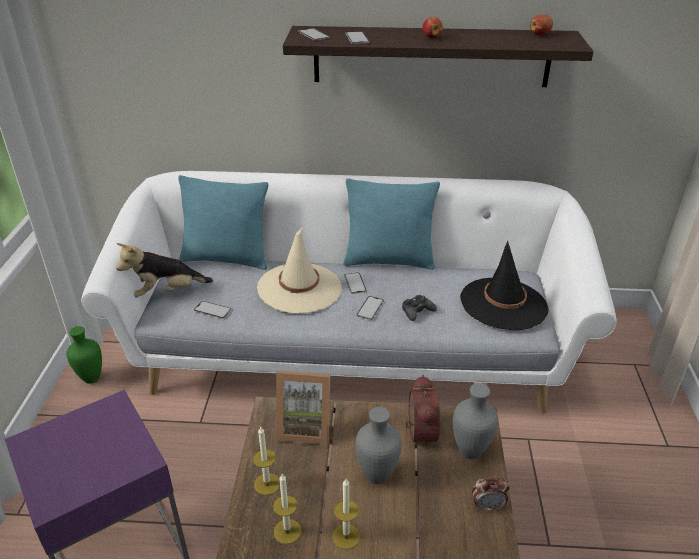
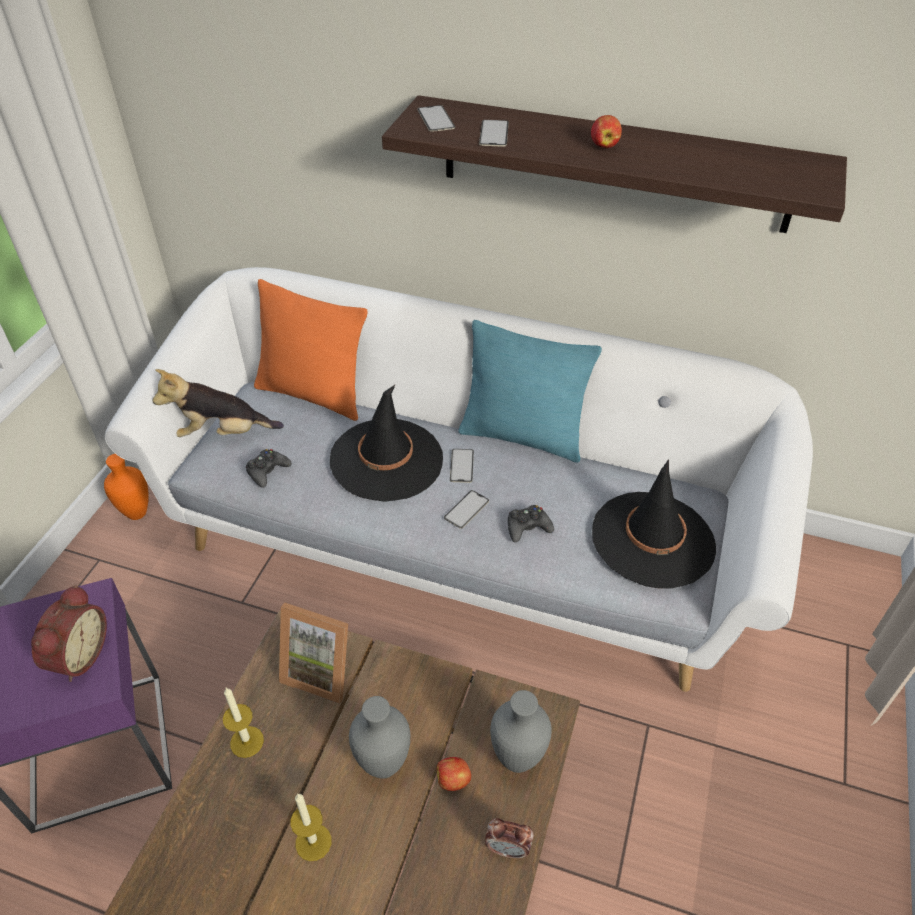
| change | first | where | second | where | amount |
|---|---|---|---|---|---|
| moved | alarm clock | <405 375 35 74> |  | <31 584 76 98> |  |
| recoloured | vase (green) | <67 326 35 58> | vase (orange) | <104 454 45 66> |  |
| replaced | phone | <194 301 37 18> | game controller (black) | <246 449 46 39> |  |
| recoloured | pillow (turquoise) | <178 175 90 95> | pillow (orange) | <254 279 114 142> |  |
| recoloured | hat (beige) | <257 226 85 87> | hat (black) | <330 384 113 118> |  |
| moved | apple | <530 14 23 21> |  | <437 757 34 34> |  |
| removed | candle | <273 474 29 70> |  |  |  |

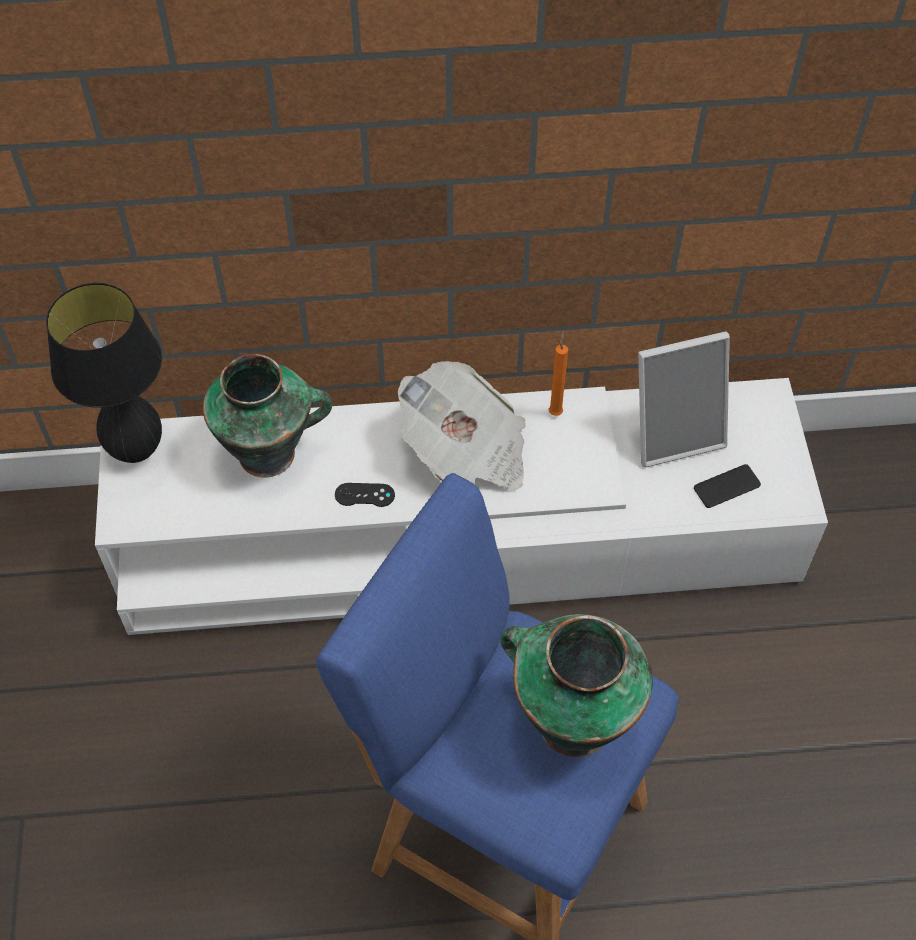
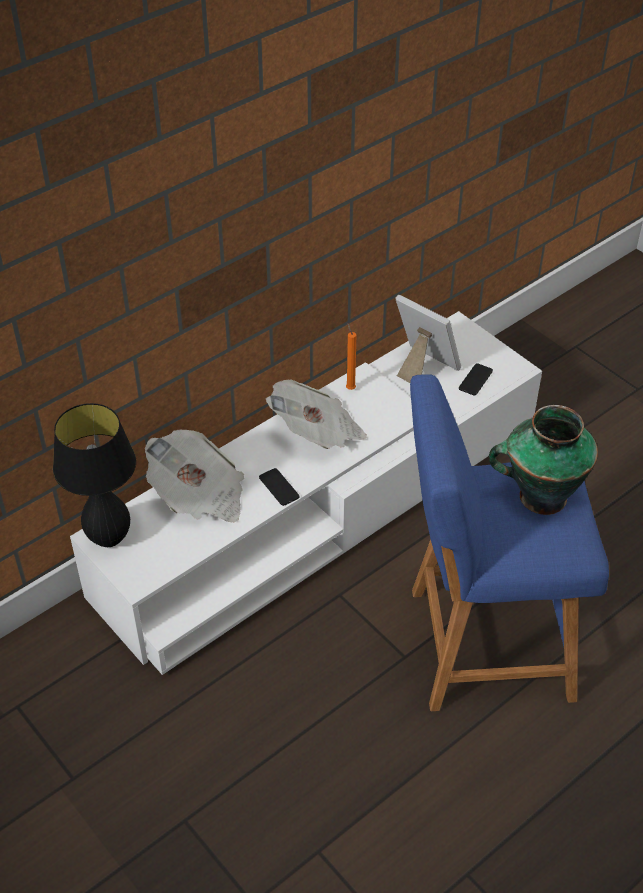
| change | first | where | second | where | amount |
|---|---|---|---|---|---|
| replaced | vase | <203 354 129 124> | newspaper | <145 430 99 93> |  |
| replaced | game controller (black) | <335 483 60 24> | phone | <259 468 41 38> |  |
| turned | picture frame | <638 331 92 137> |  | <395 295 66 88> | 90 degrees counterclockwise |

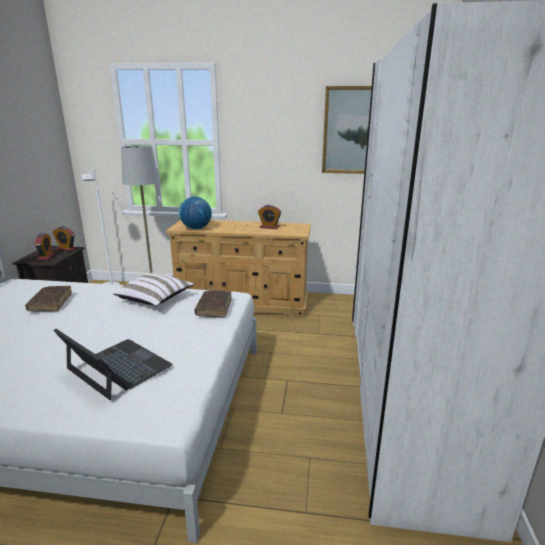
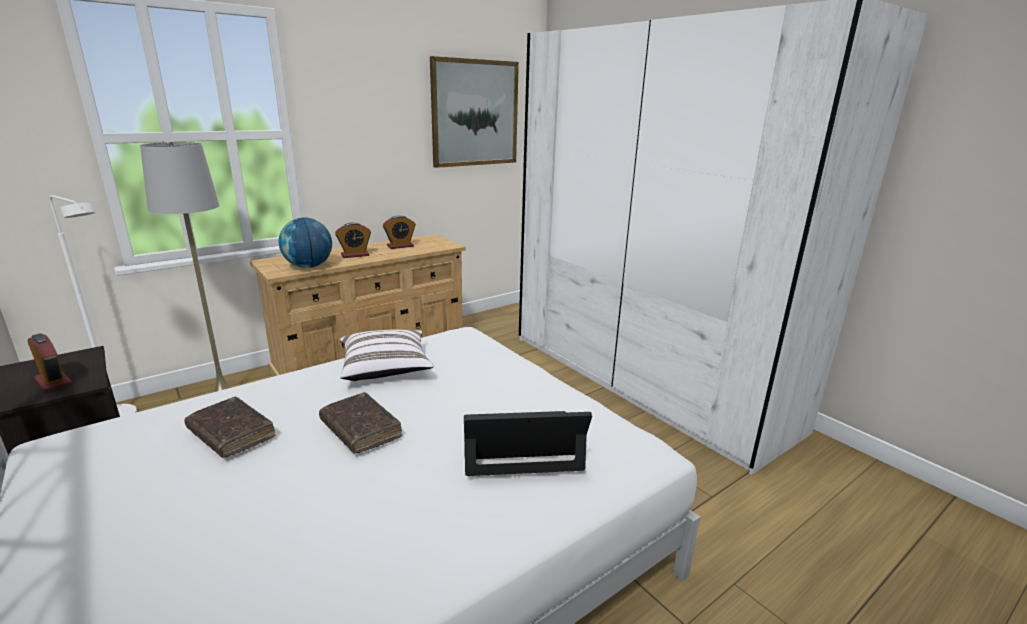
| change | first | where | second | where | amount |
|---|---|---|---|---|---|
| moved | book (brown) | <194 290 38 28> |  | <319 392 83 62> |  |
| moved | alarm clock | <52 226 25 25> |  | <335 222 36 36> |  |

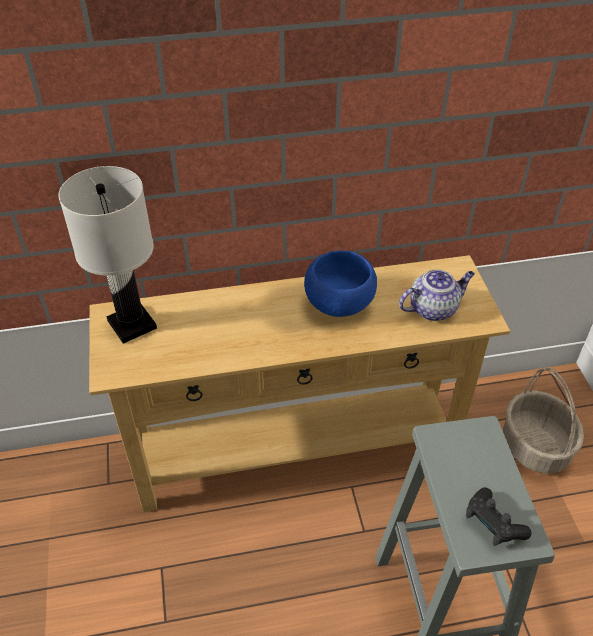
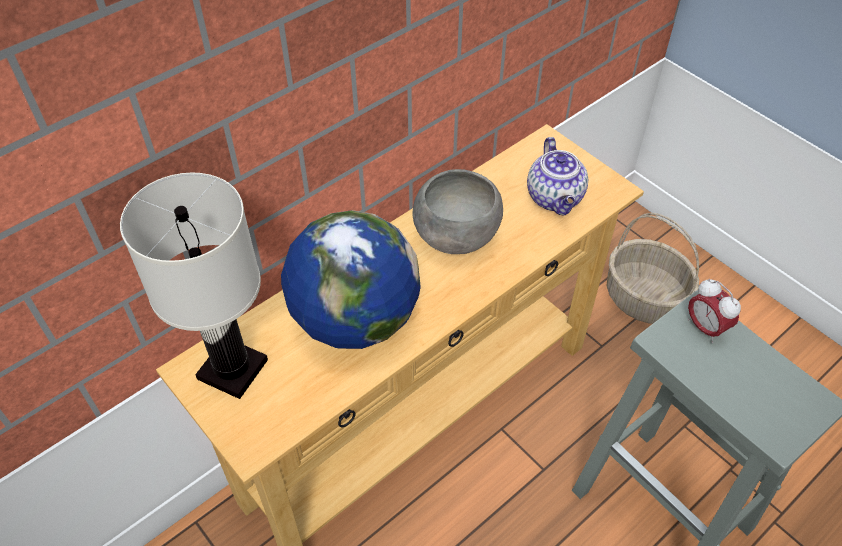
| change | first | where | second | where | amount |
|---|---|---|---|---|---|
| added |  |  | globe | <281 210 140 139> |  |
| recoloured | bowl (blue) | <304 250 73 67> | bowl (grey) | <412 169 91 85> |  |
| turned | teapot | <399 269 76 52> |  | <527 137 61 79> | 135 degrees clockwise |
| added |  |  | alarm clock | <688 279 53 64> |  |
| removed | game controller (black) | <466 487 66 59> |  |  |  |

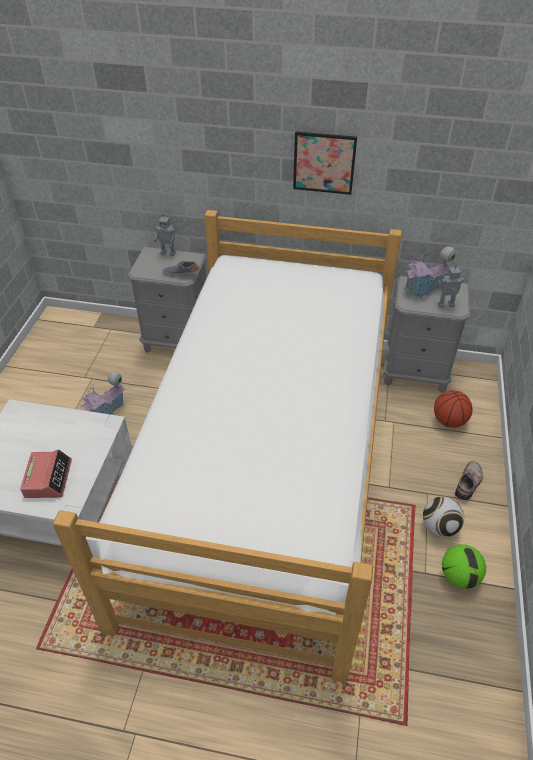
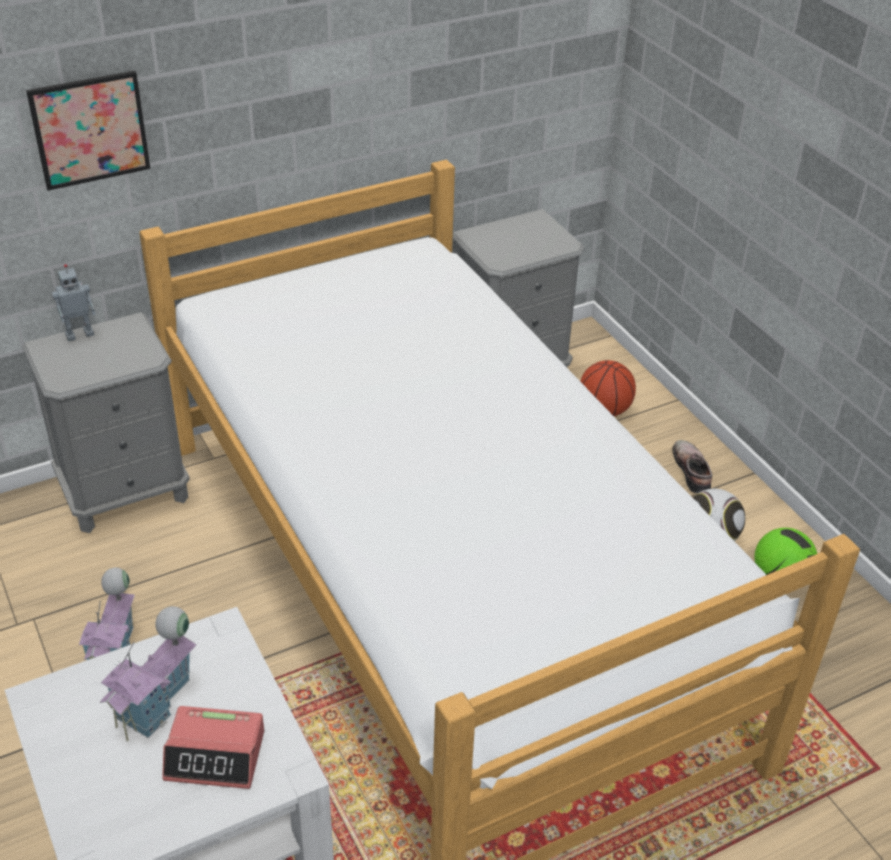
| change | first | where | second | where | amount |
|---|---|---|---|---|---|
| moved | picture | <293 131 64 64> |  | <26 70 124 121> |  |
| moved | toy house | <405 246 51 52> |  | <100 606 97 135> |  |
| turned | alarm clock | <20 449 52 49> |  | <162 706 102 83> | 135 degrees clockwise |
| removed | shoe | <163 261 37 15> |  |  |  |
| removed | toy robot | <437 264 27 44> |  |  |  |

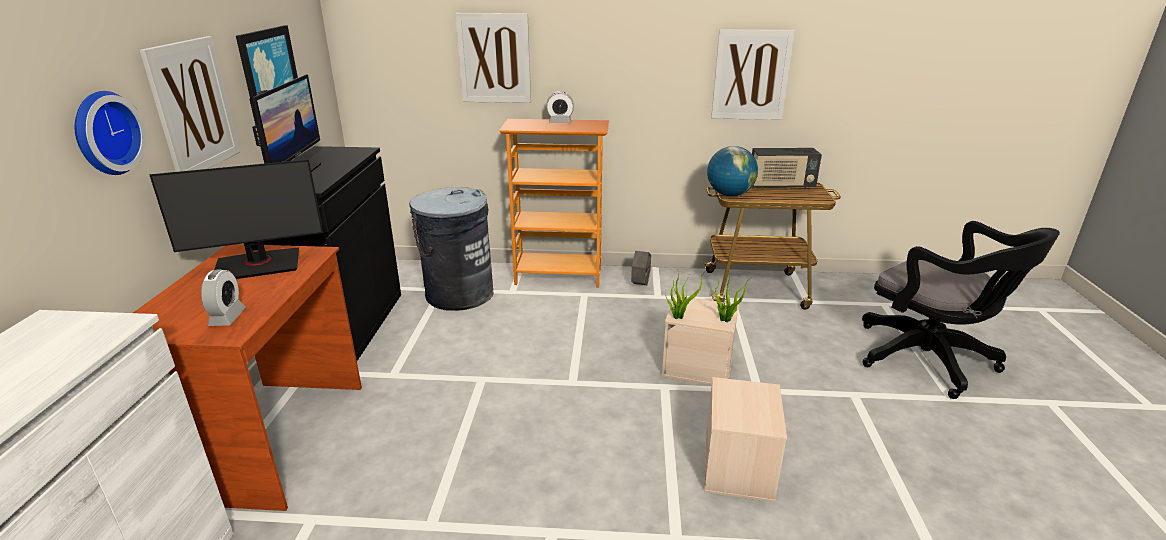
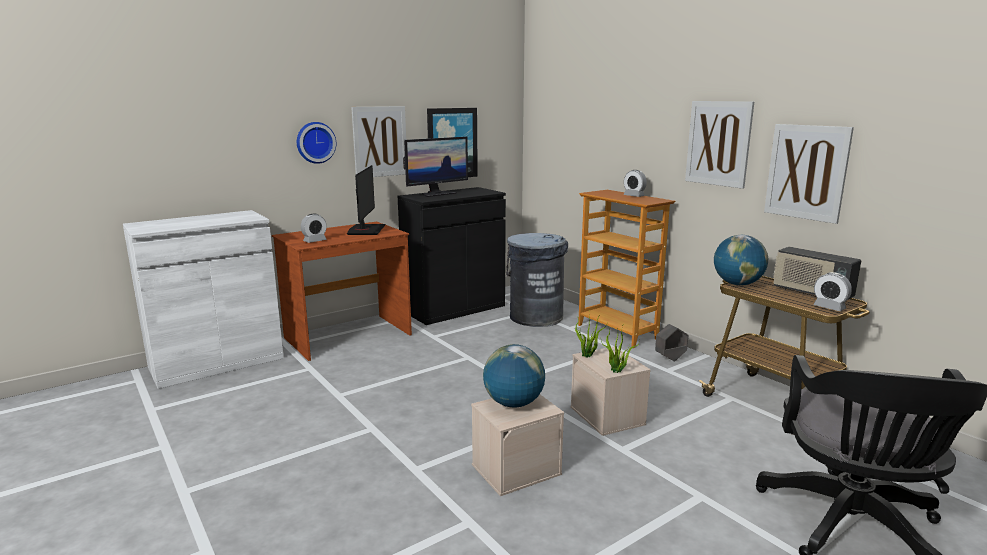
| change | first | where | second | where | amount |
|---|---|---|---|---|---|
| turned | monitor | <150 159 173 120> |  | <347 165 38 70> | 120 degrees counterclockwise |
| added |  |  | globe | <483 344 62 63> |  |
| moved | picture | <456 13 75 90> |  | <685 101 69 88> |  |
| added |  |  | alarm clock | <813 272 39 39> |  |

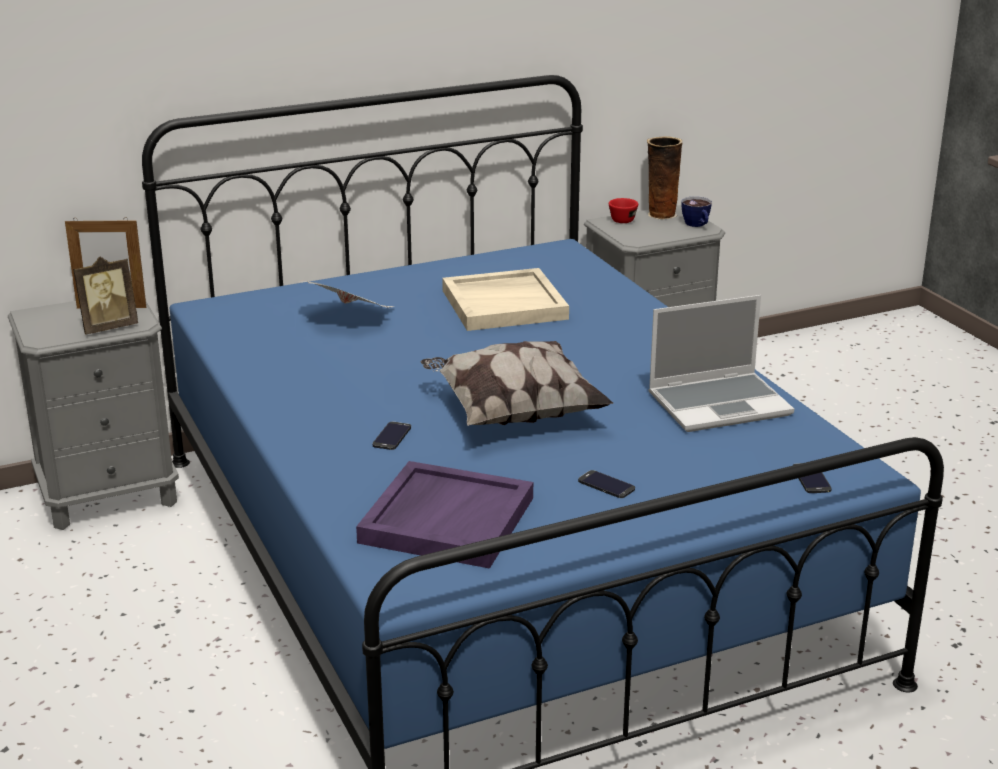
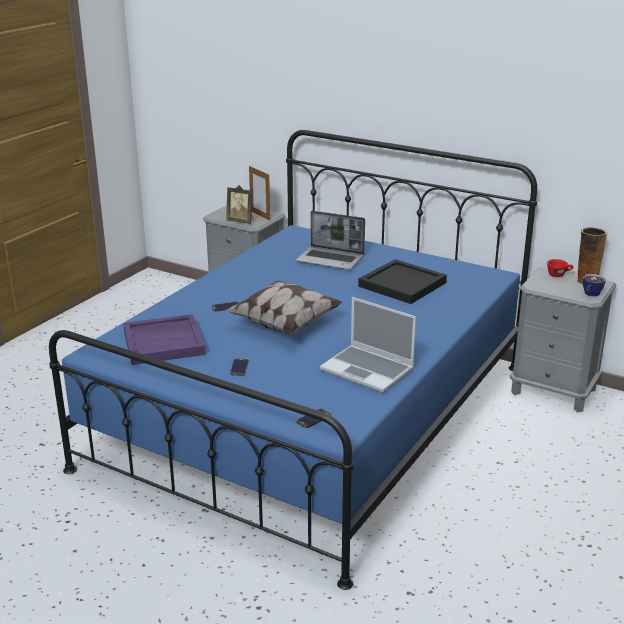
| change | first | where | second | where | amount |
|---|---|---|---|---|---|
| replaced | newspaper | <299 281 95 27> | laptop | <296 211 69 59> |  |
| recoloured | tray (beige) | <442 268 127 63> | tray (black) | <358 259 89 45> |  |

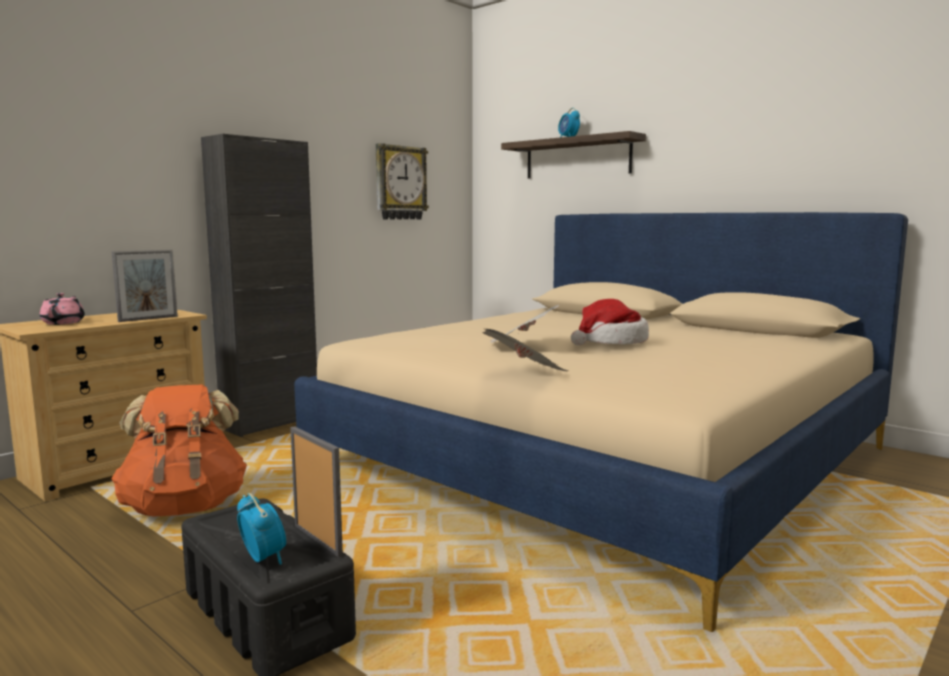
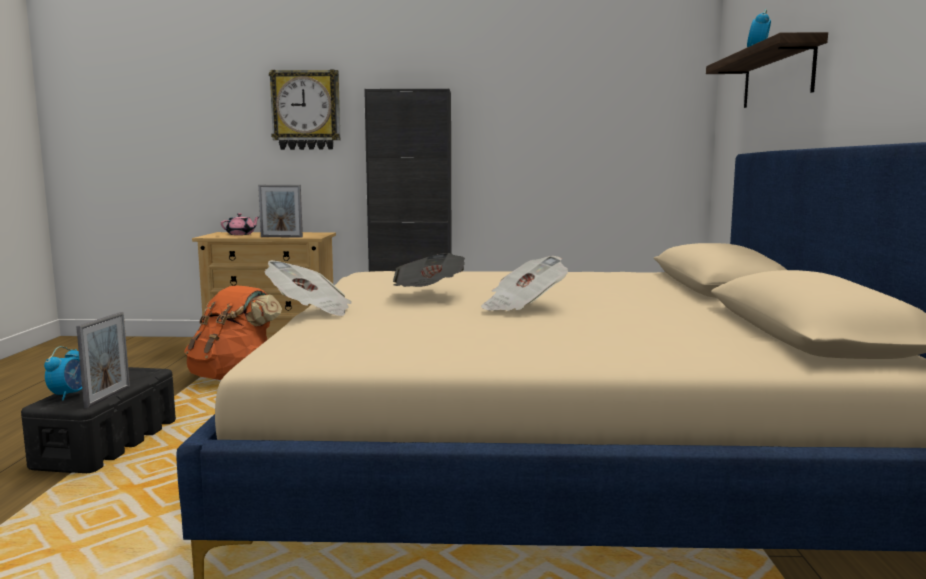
| change | first | where | second | where | amount |
|---|---|---|---|---|---|
| moved | wall clock | <376 143 53 76> |  | <269 69 72 81> |  |
| replaced | hat | <571 299 78 46> | newspaper | <481 256 87 55> |  |

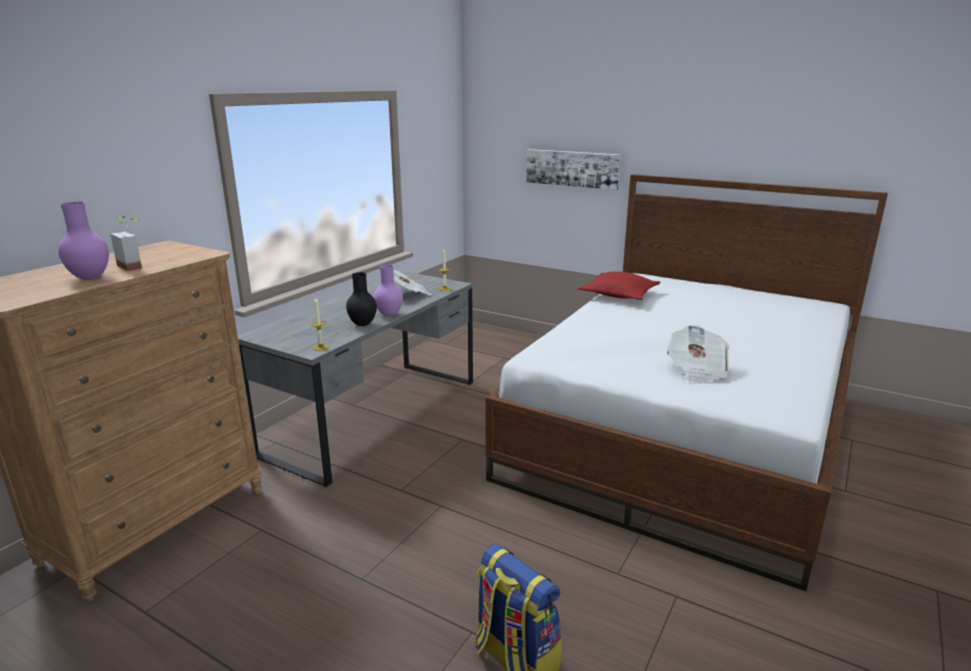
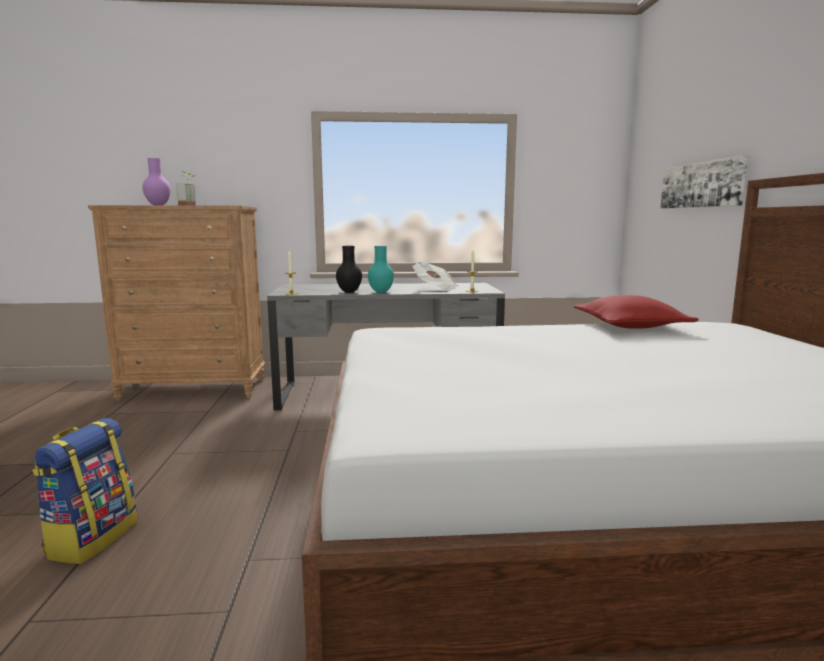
| change | first | where | second | where | amount |
|---|---|---|---|---|---|
| recoloured | vase (purple) | <374 265 29 51> | vase (turquoise) | <368 246 26 47> |  |
| removed | newspaper | <667 325 62 59> |  |  |  |

